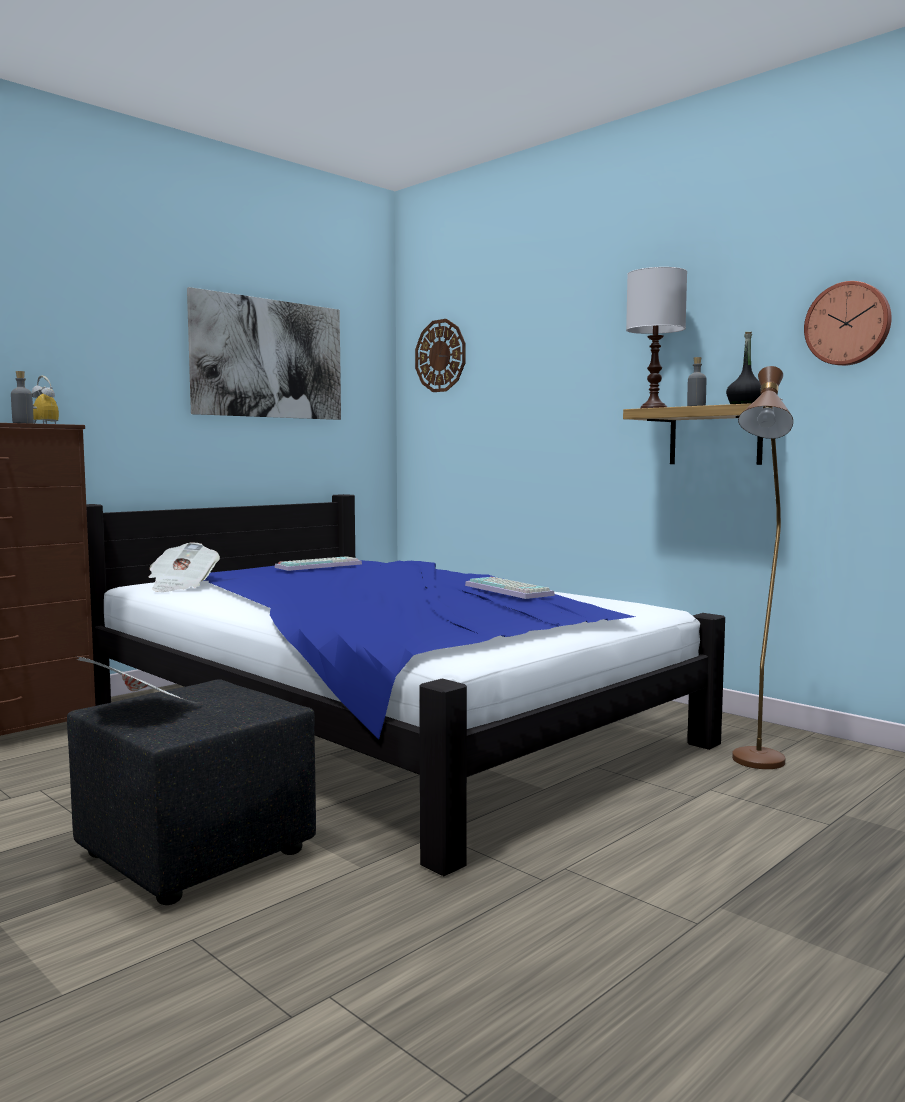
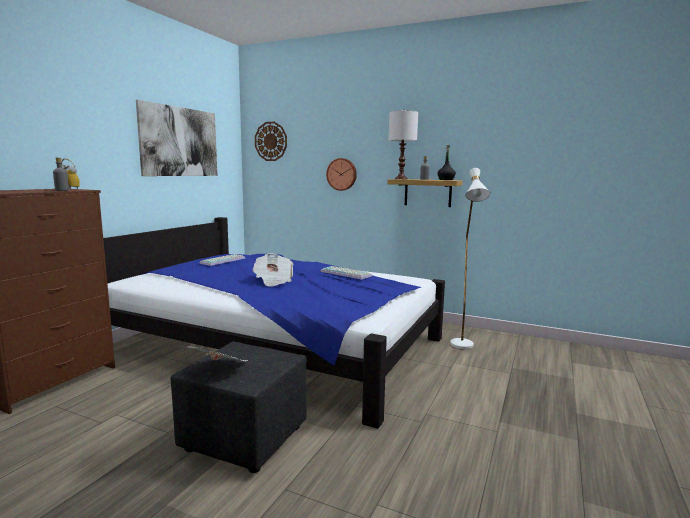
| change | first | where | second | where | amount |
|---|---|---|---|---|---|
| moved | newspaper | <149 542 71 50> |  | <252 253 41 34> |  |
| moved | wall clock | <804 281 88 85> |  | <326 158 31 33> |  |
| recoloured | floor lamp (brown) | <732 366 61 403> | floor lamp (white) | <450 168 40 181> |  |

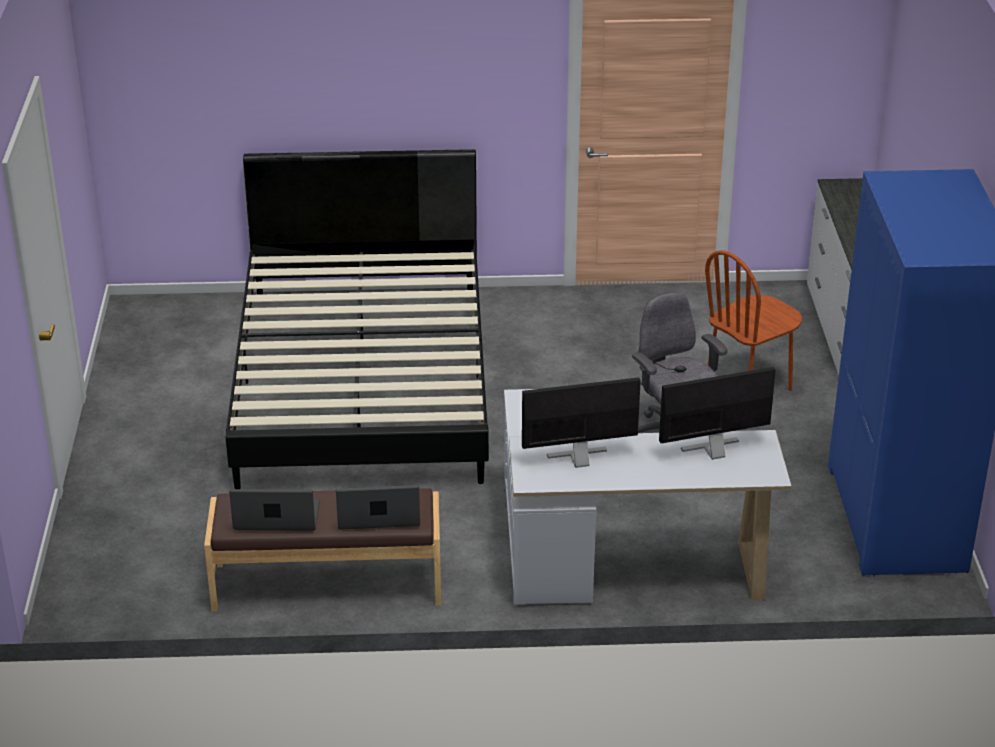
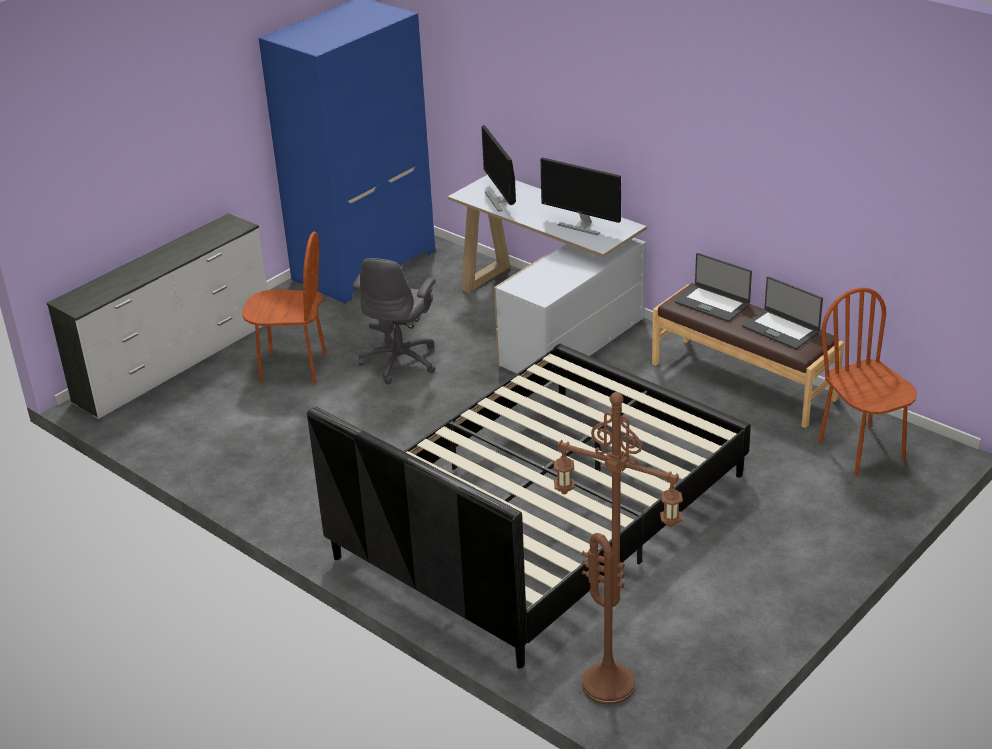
| change | first | where | second | where | amount |
|---|---|---|---|---|---|
| turned | monitor | <659 367 117 93> |  | <481 125 35 87> | 45 degrees clockwise |
| added |  |  | floor lamp (brown) | <554 392 129 312> |  |
| added |  |  | chair (brown) | <818 287 99 189> |  |

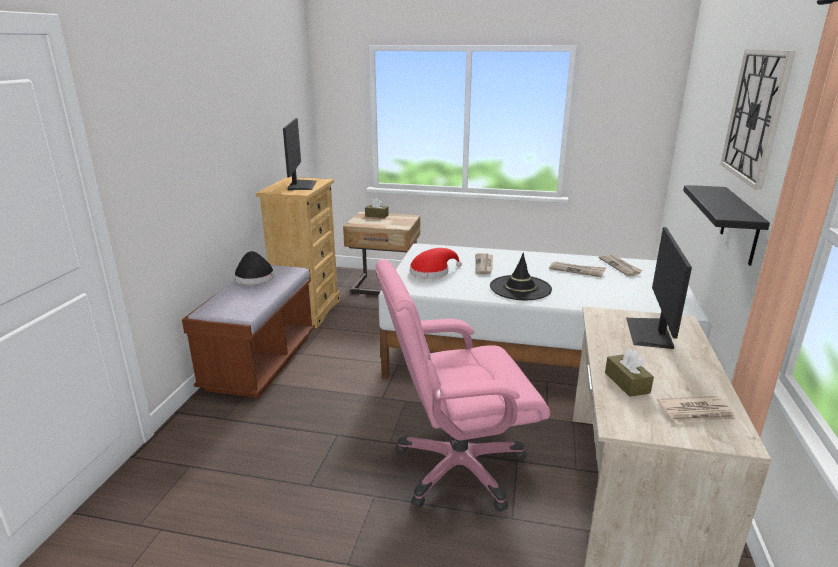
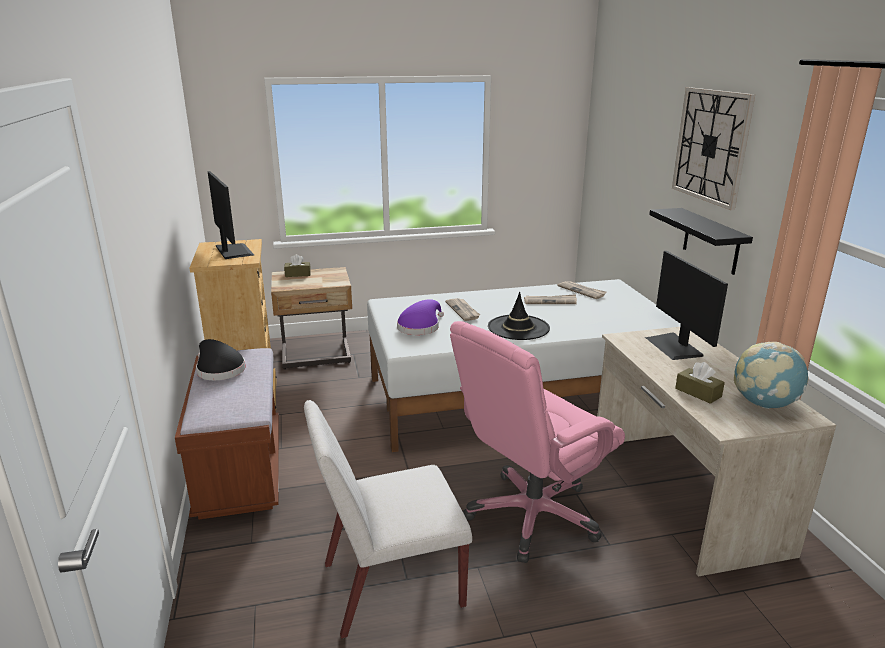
| change | first | where | second | where | amount |
|---|---|---|---|---|---|
| added |  |  | chair (white) | <304 400 168 239> |  |
| recoloured | hat (red) | <410 248 52 31> | hat (purple) | <397 299 47 36> |  |
| replaced | newspaper | <657 396 79 27> | globe | <734 342 75 67> |  |

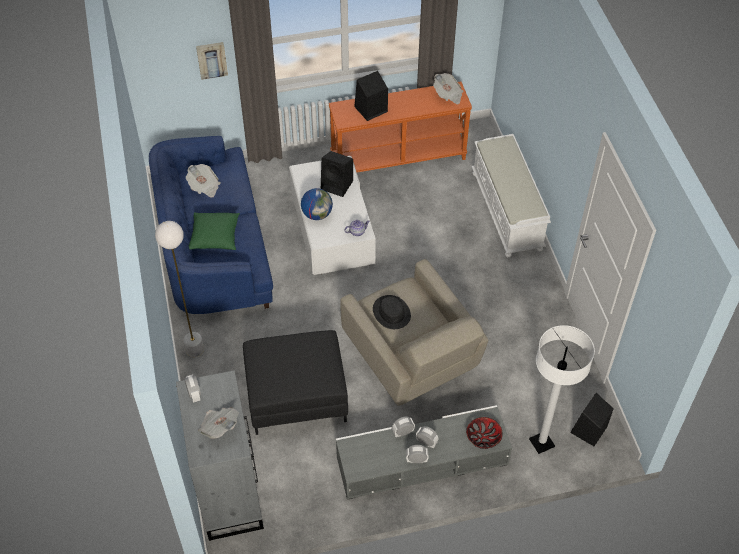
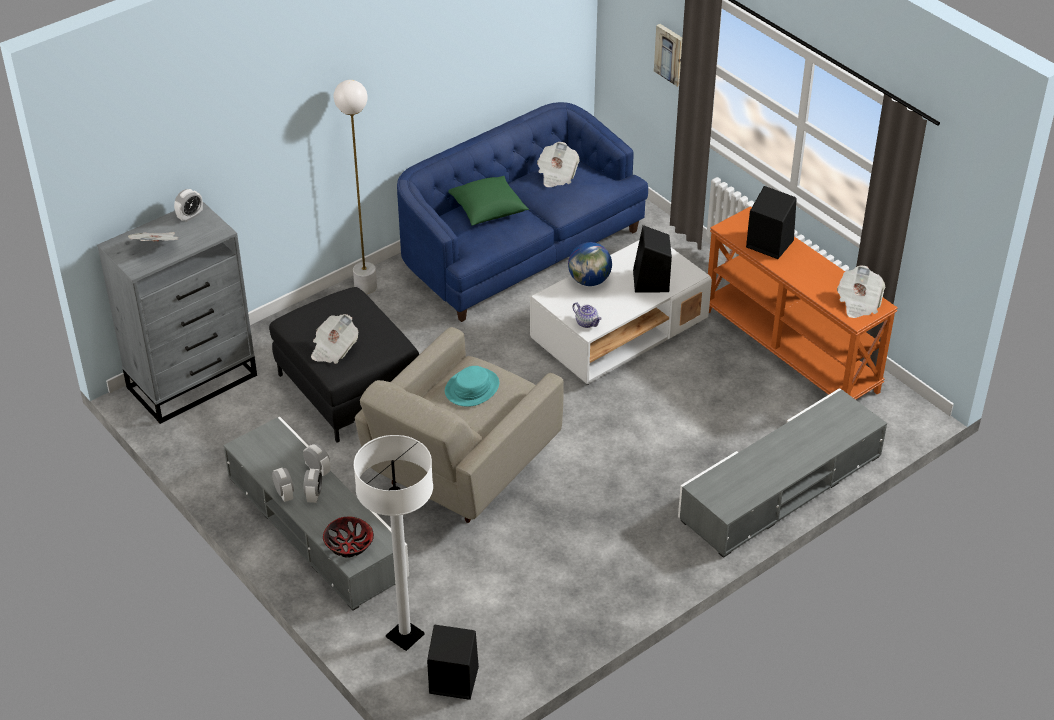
| change | first | where | second | where | amount |
|---|---|---|---|---|---|
| added |  |  | newspaper | <311 314 47 50> |  |
| recoloured | hat (black) | <373 295 38 34> | hat (turquoise) | <445 366 54 41> |  |
| replaced | bench (white) | <471 134 80 123> | tv stand (grey) | <678 388 209 170> |  |

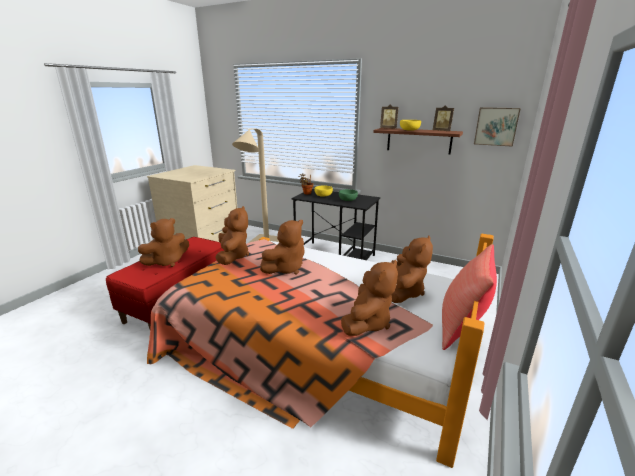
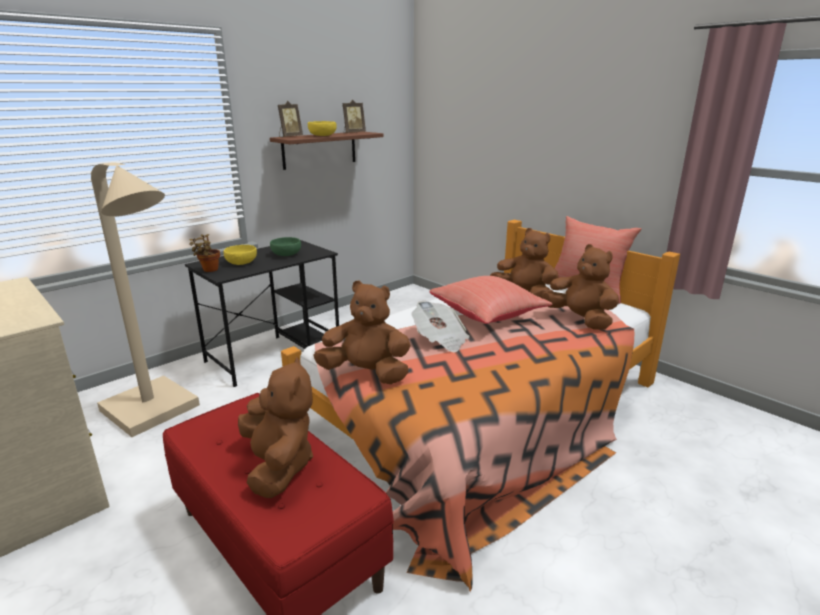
| change | first | where | second | where | amount |
|---|---|---|---|---|---|
| replaced | plush toy (brown) | <260 220 45 55> | newspaper | <411 300 59 52> |  |
| added |  |  | pillow (red) | <430 276 122 48> |  |
| removed | picture | <474 107 47 40> |  |  |  |

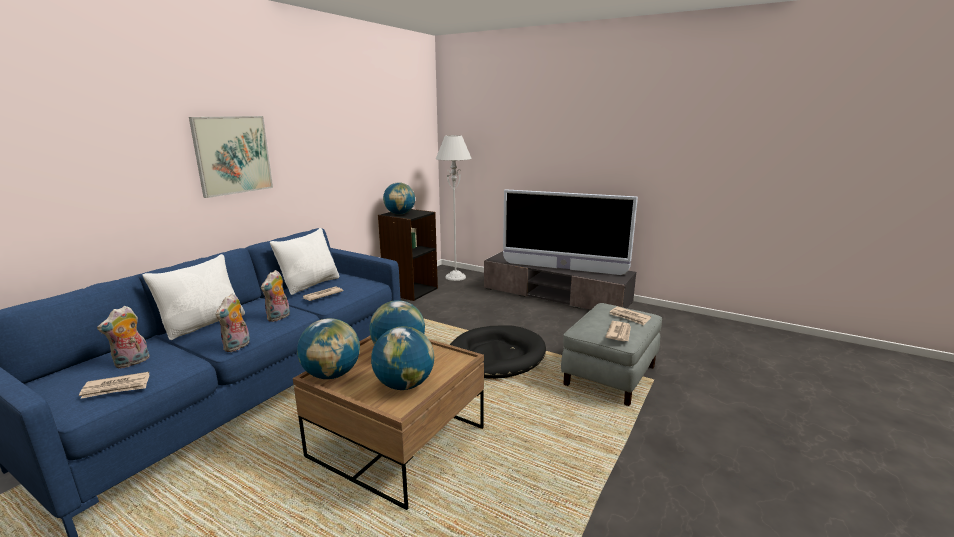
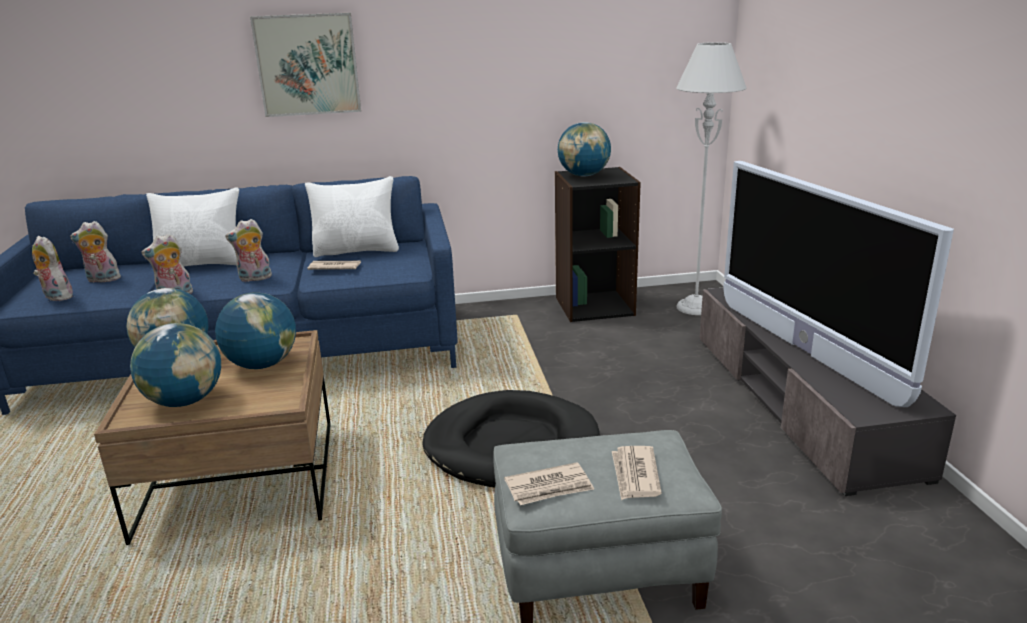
| change | first | where | second | where | amount |
|---|---|---|---|---|---|
| replaced | newspaper | <79 372 70 27> | plush toy | <32 236 41 65> |  |

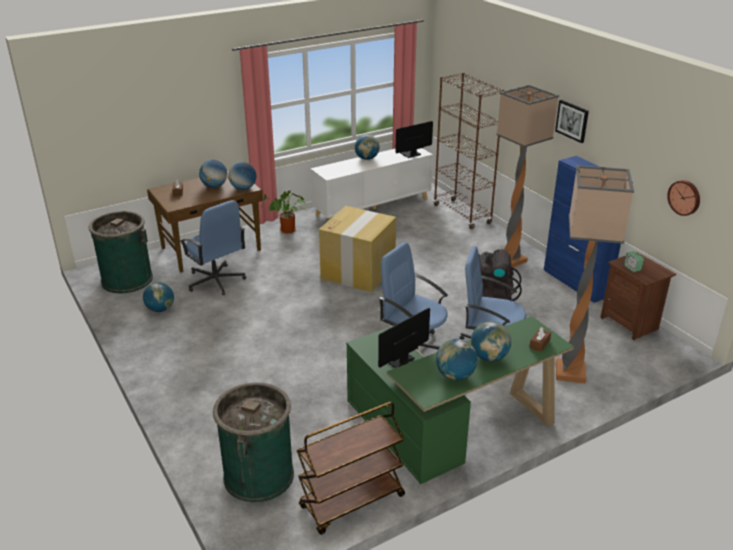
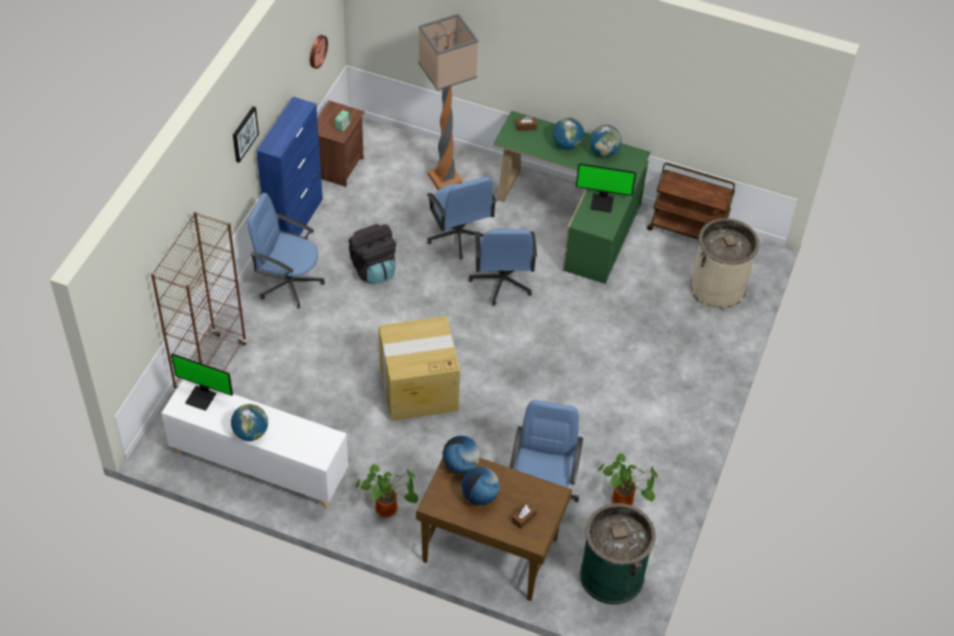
| change | first | where | second | where | amount |
|---|---|---|---|---|---|
| replaced | floor lamp | <496 85 63 182> | office chair (blue) | <248 193 77 116> |  |
| replaced | globe | <143 282 31 30> | potted plant | <598 452 60 53> |  |
| recoloured | trash can (green) | <213 382 81 121> | trash can (beige) | <690 218 69 92> |  |

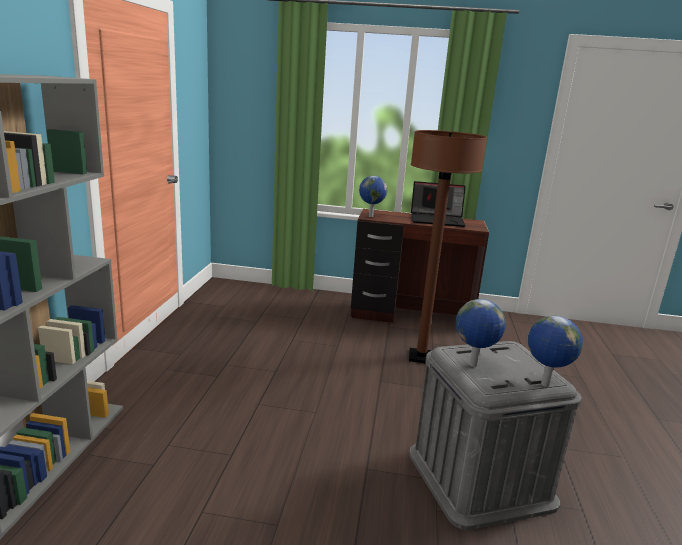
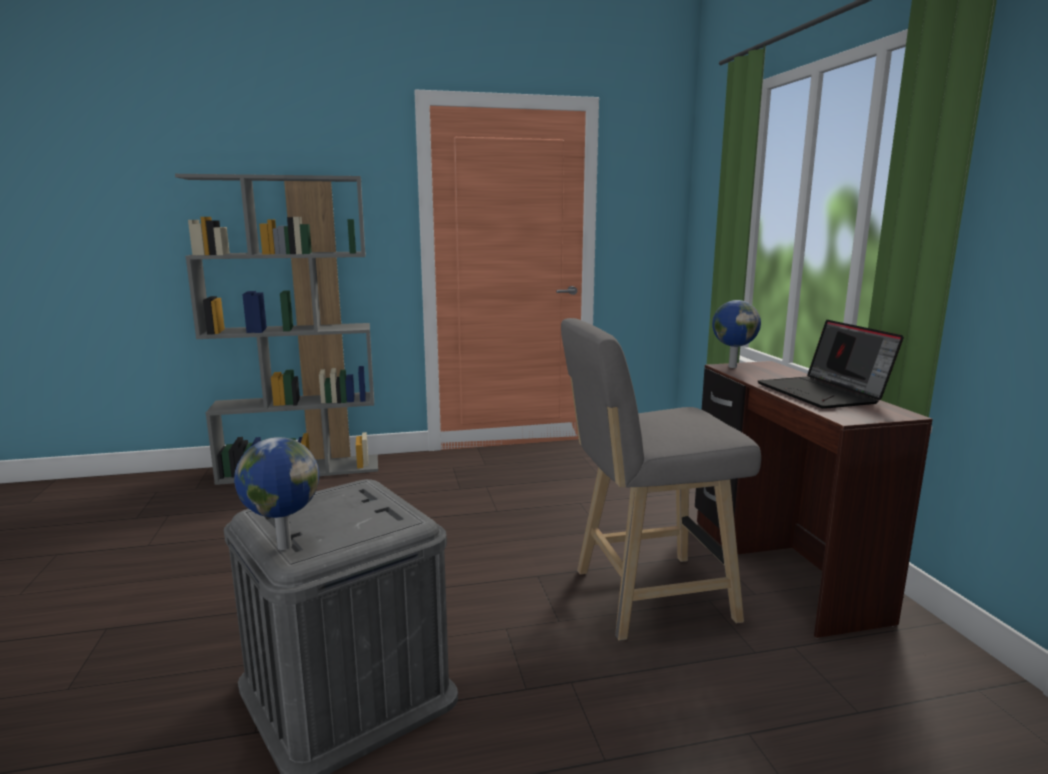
| change | first | where | second | where | amount |
|---|---|---|---|---|---|
| replaced | floor lamp (brown) | <409 130 78 233> | stool (grey) | <561 318 200 323> |  |
| removed | globe | <456 299 50 68> |  |  |  |

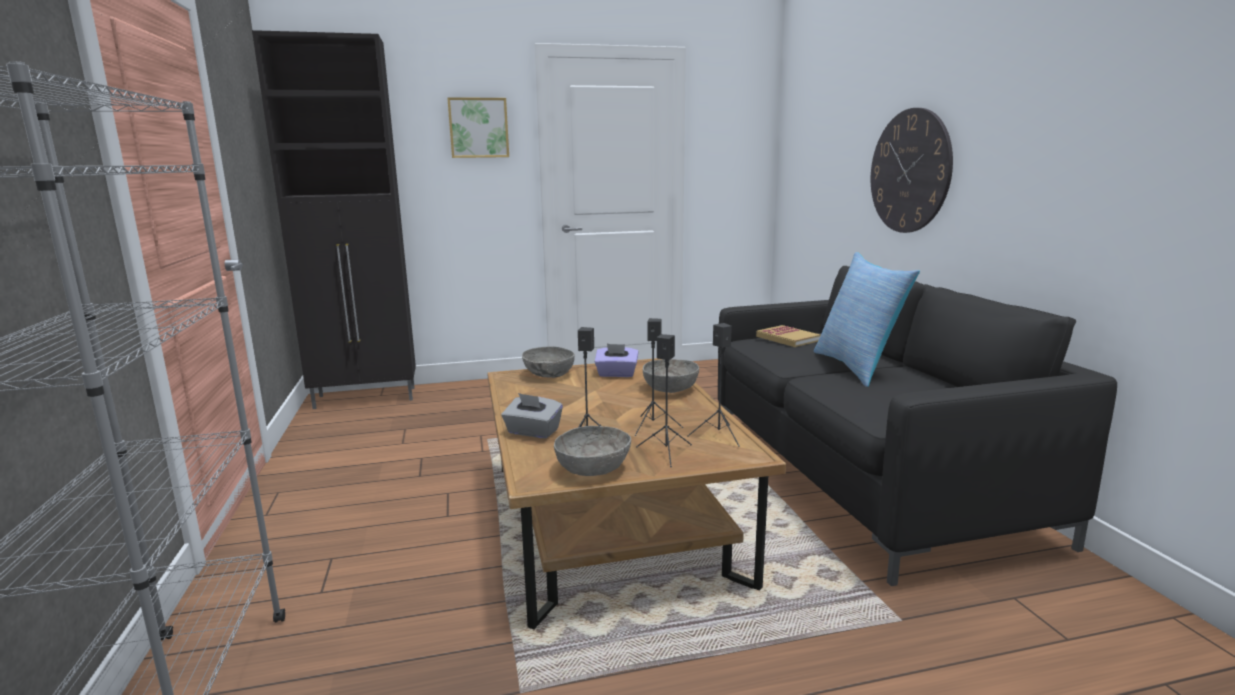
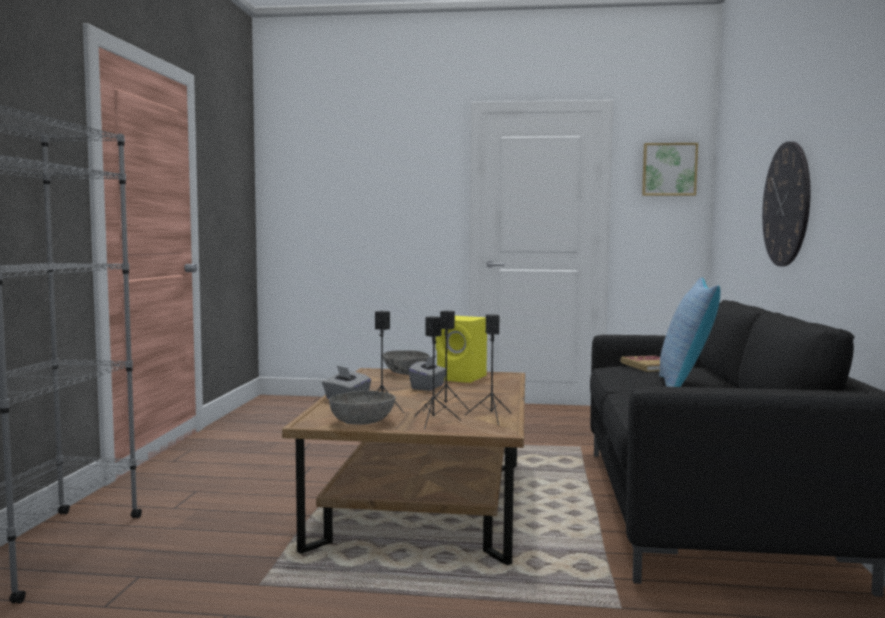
| change | first | where | second | where | amount |
|---|---|---|---|---|---|
| added |  |  | tissue box (grey) | <408 355 38 36> |  |
| replaced | tissue box (purple) | <595 344 44 33> | speaker (yellow) | <436 316 51 67> |  |
| moved | picture | <447 97 62 61> |  | <642 143 56 53> |  |
| removed | cabinet (black) | <252 30 164 379> |  |  |  |
| removed | bowl (grey) | <643 359 56 34> |  |  |  |

